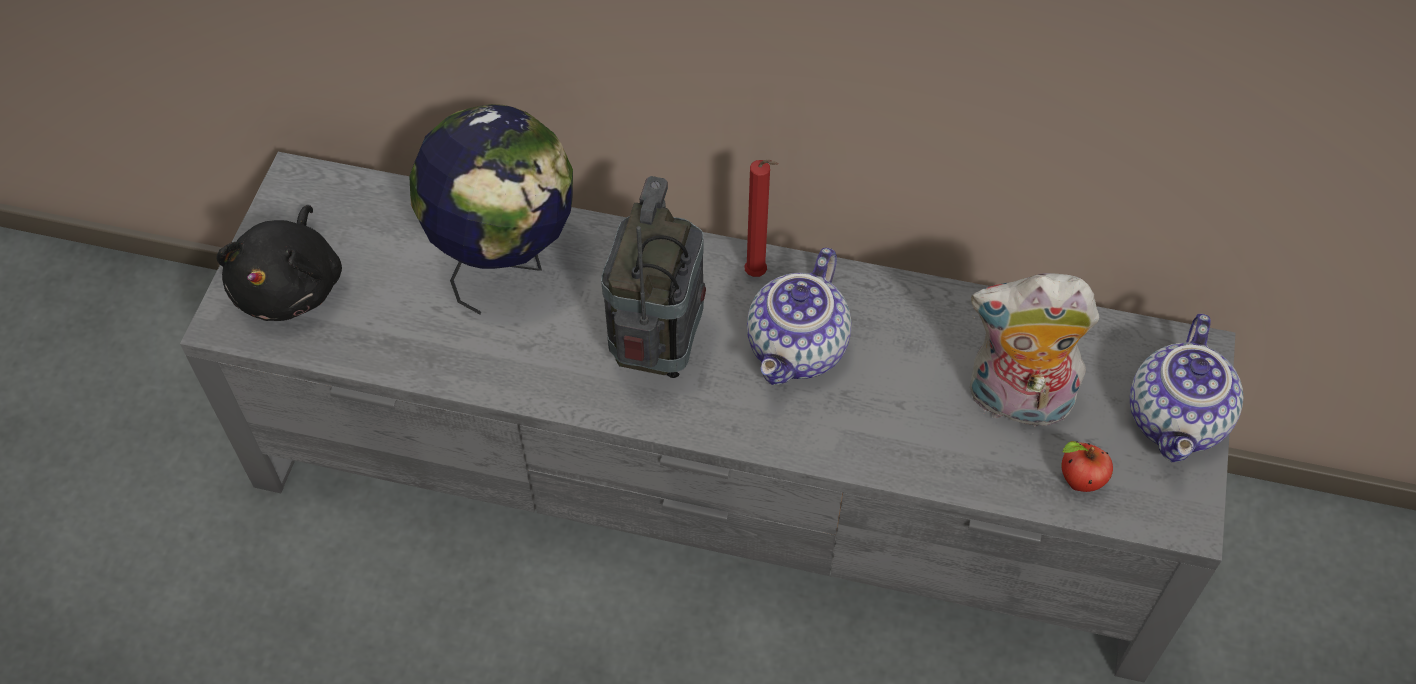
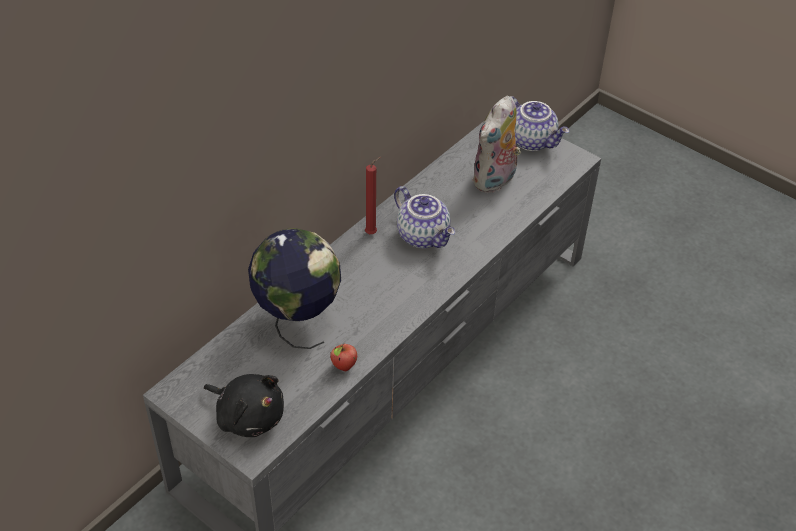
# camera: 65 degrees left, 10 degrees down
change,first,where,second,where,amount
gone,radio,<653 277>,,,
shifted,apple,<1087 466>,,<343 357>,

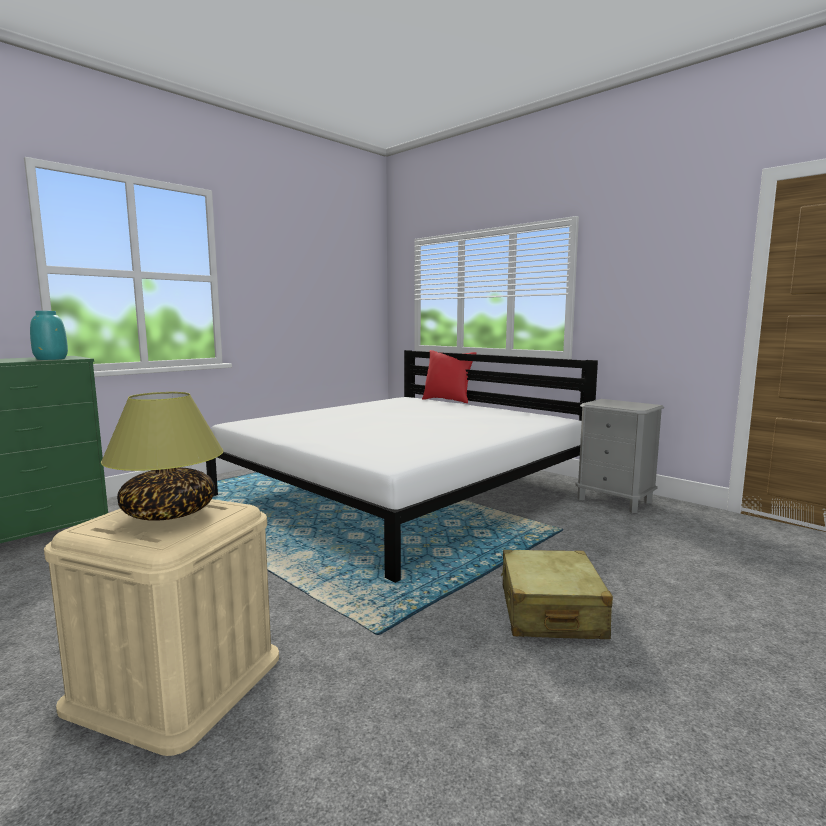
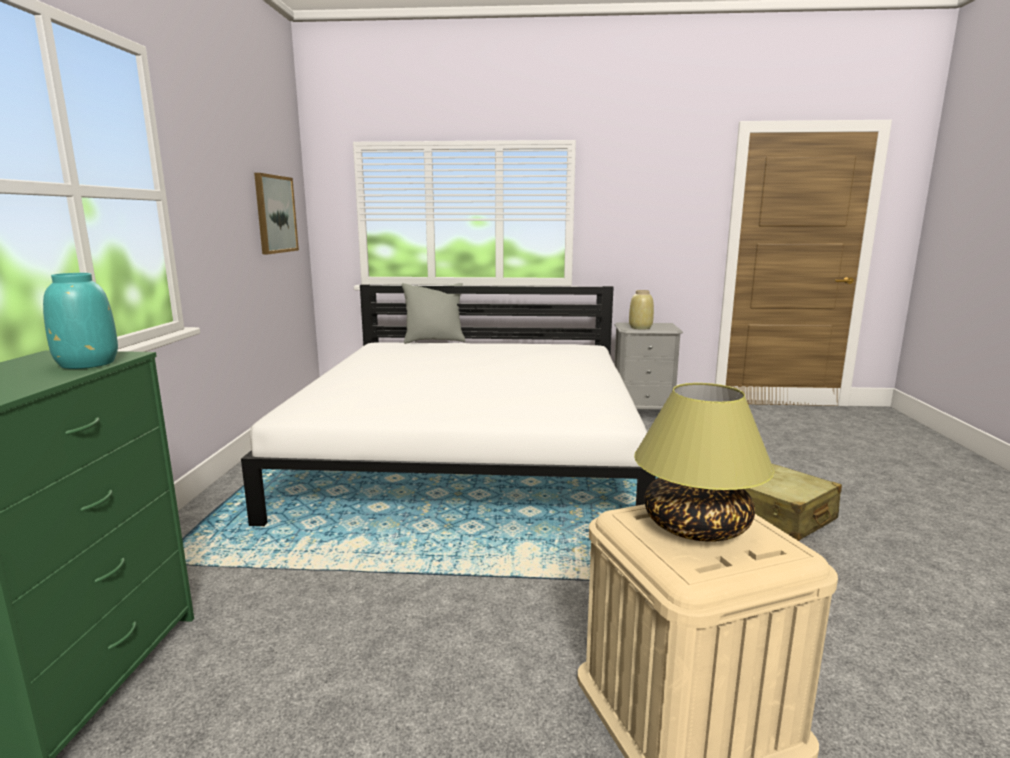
# camera: 40 degrees left, 5 degrees up
change,first,where,second,where,amount
repainted,red pillow,<449 376>,grey pillow,<433 313>,
new,,,picture,<276 213>,
new,,,beige vase,<641 310>,

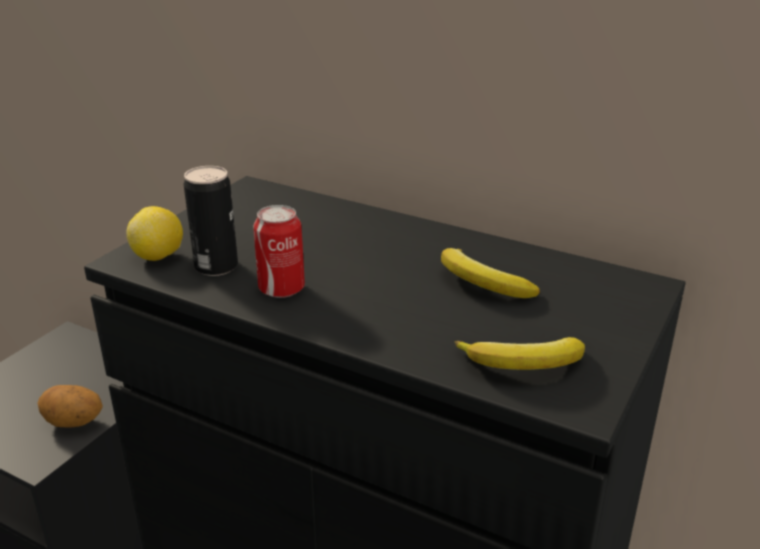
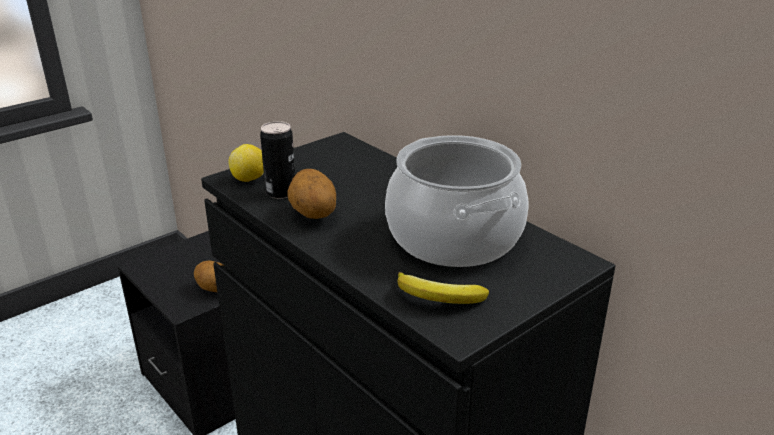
# camera: 20 degrees right, 0 degrees up
change,first,where,second,where,amount
swapped,can,<279 251>,potato,<312 194>,
swapped,banana,<490 273>,cooking pot,<456 201>,

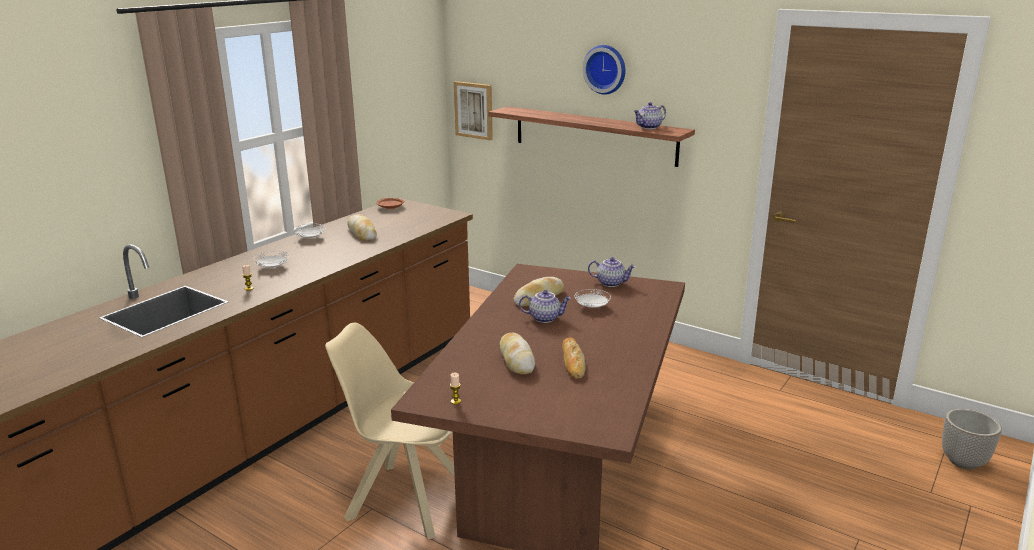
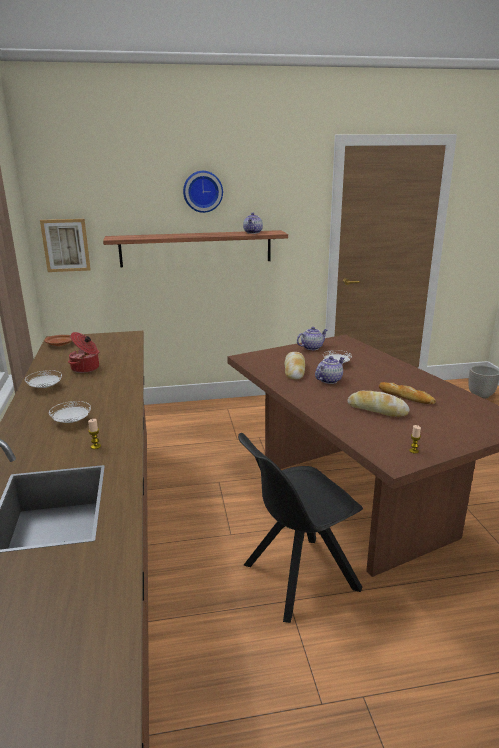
# camera: 45 degrees left, 0 degrees up
change,first,where,second,where,amount
repainted,beige chair,<390 431>,black chair,<300 528>,
swapped,bread,<362 227>,cooking pot,<83 352>,

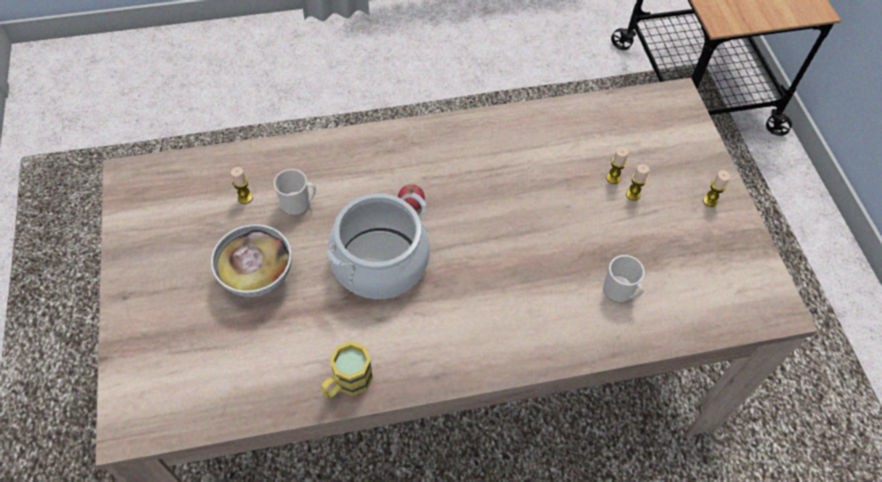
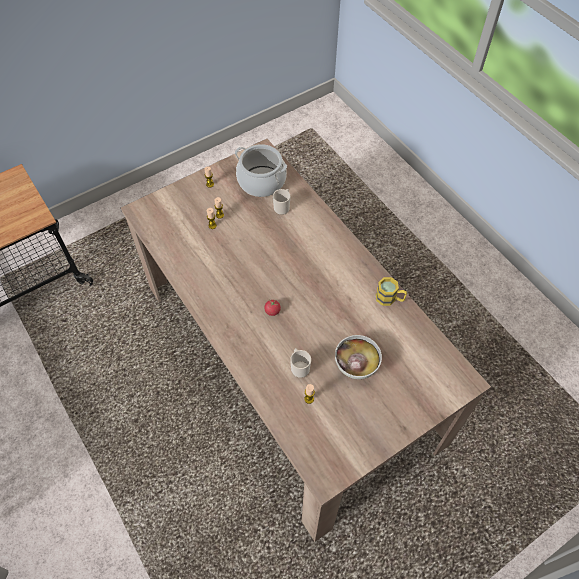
# camera: 110 degrees left, 0 degrees up
change,first,where,second,where,amount
shifted,cooking pot,<378 246>,,<261 170>,

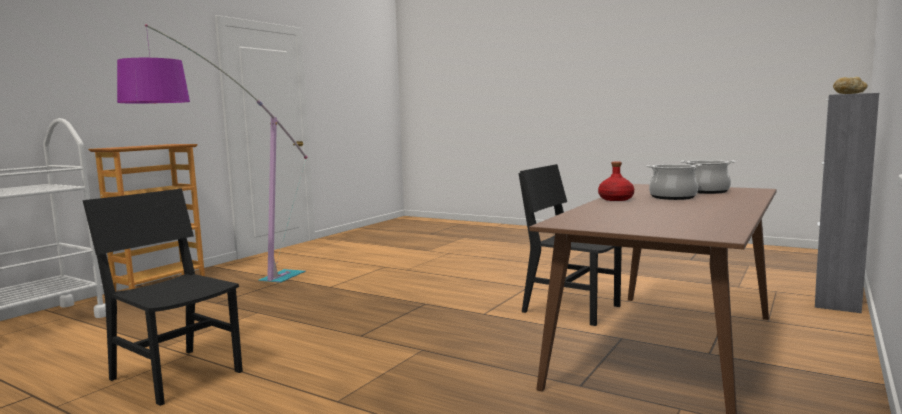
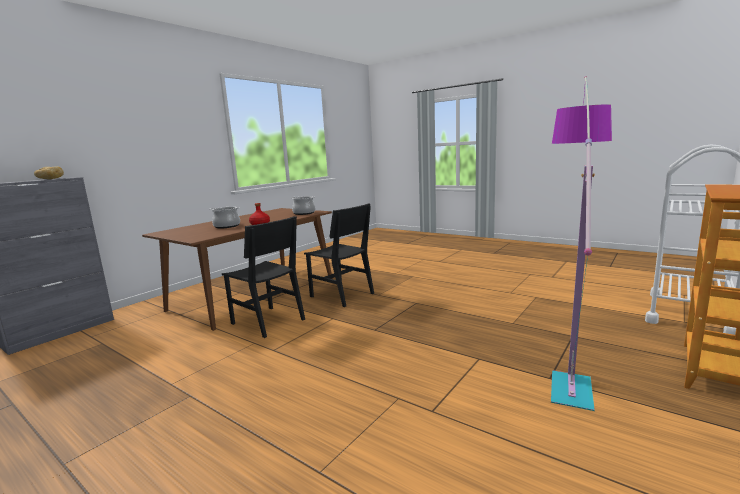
# camera: 175 degrees left, 5 degrees up
change,first,where,second,where,amount
shifted,black chair,<163 297>,,<339 255>,
shifted,cooking pot,<708 177>,,<303 205>,

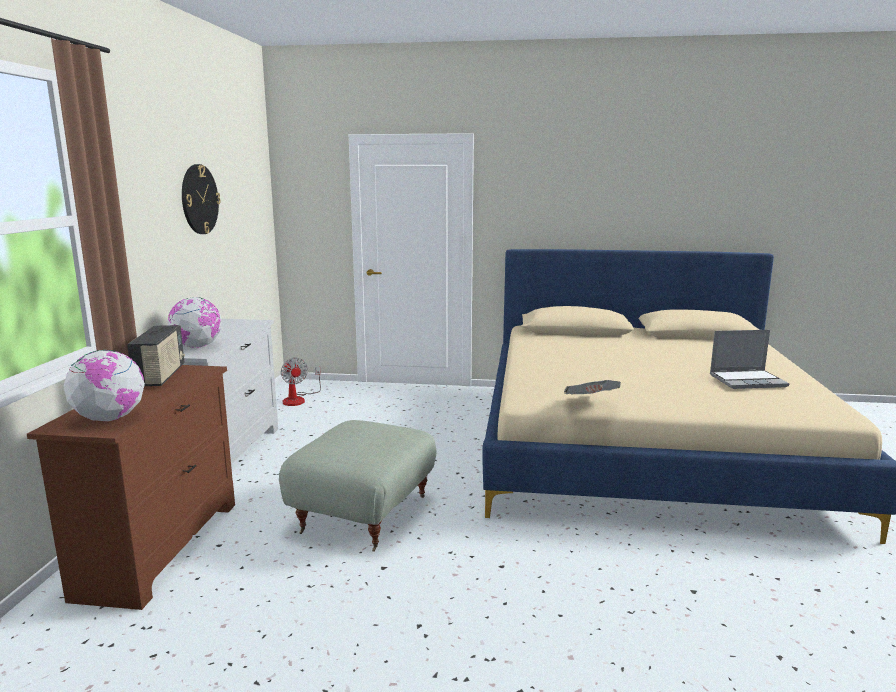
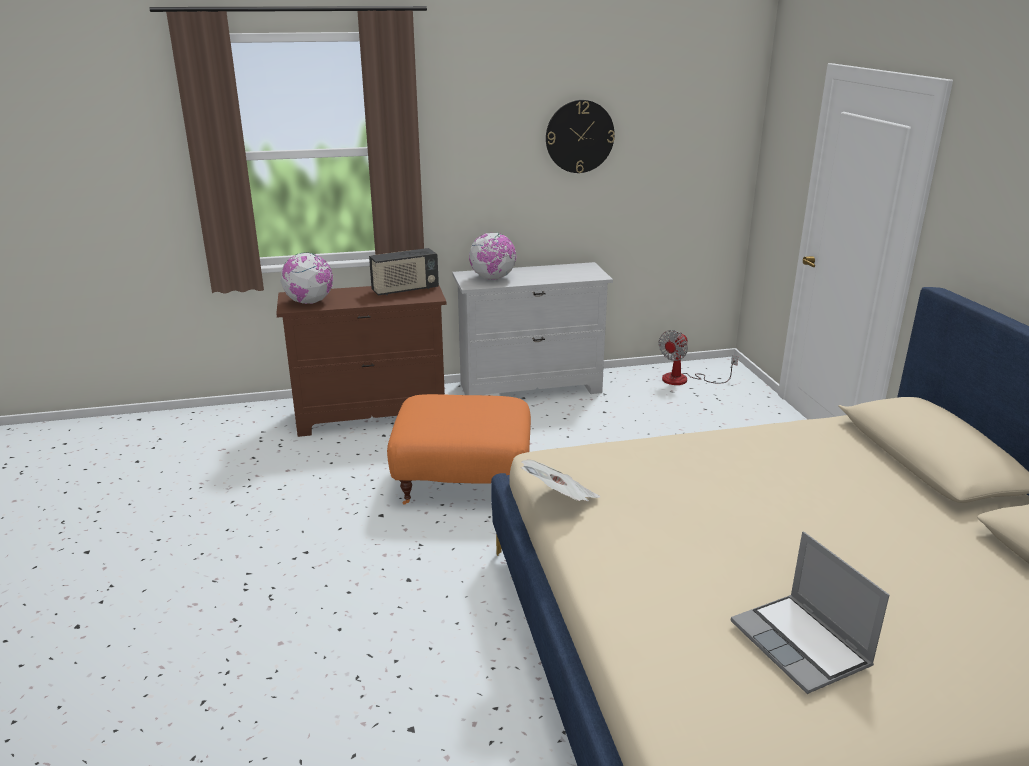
# camera: 70 degrees right, 10 degrees up
change,first,where,second,where,amount
repainted,grey ottoman,<358 486>,orange ottoman,<459 449>,

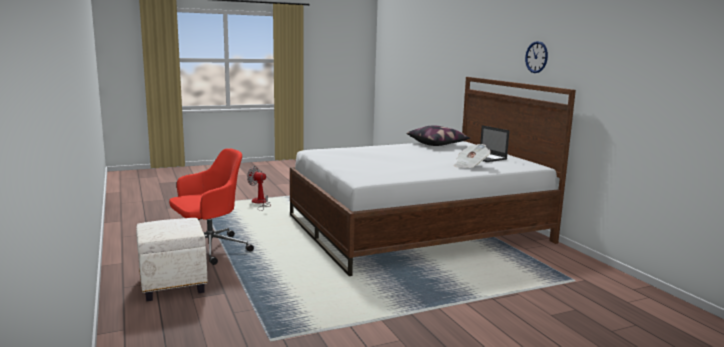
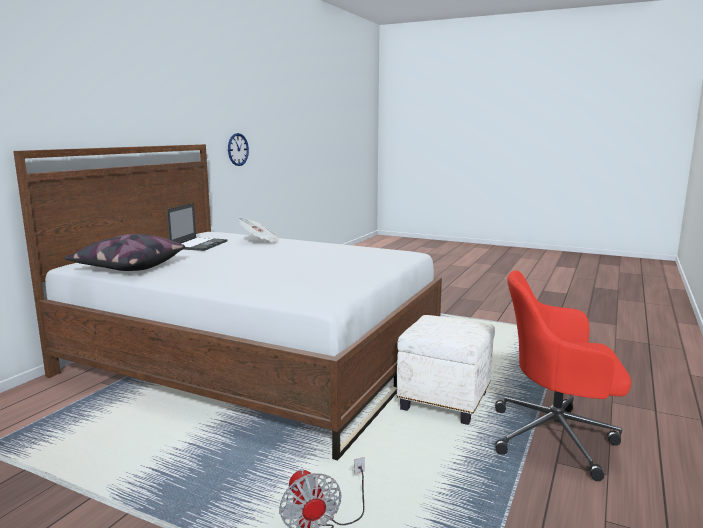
# camera: 130 degrees left, 0 degrees up
change,first,where,second,where,amount
shifted,white ottoman,<172 260>,,<445 370>,
shifted,wall clock,<536 57>,,<238 149>,

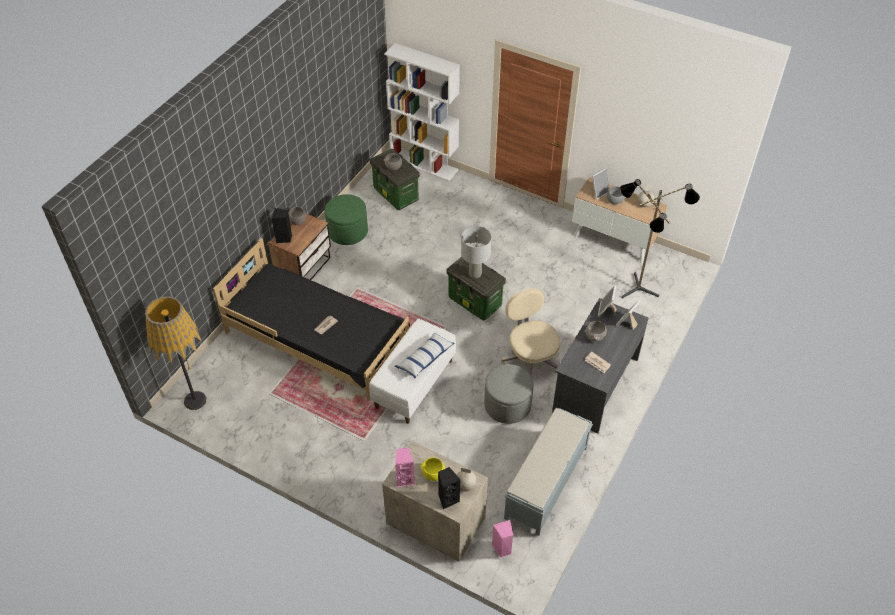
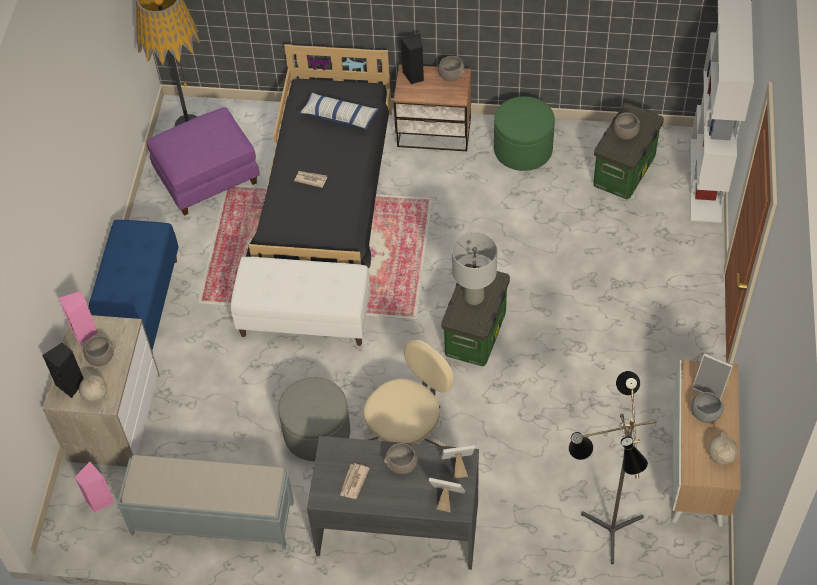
# camera: 70 degrees right, 5 degrees up
change,first,where,second,where,amount
shifted,pillow,<425 355>,,<339 111>,
repainted,yellow bowl,<432 469>,grey bowl,<99 351>,
new,,,blue bench,<133 286>,
new,,,purple ottoman,<203 161>,

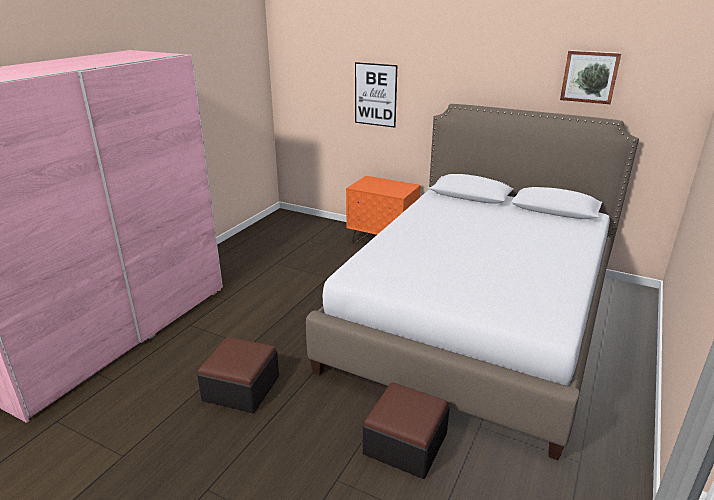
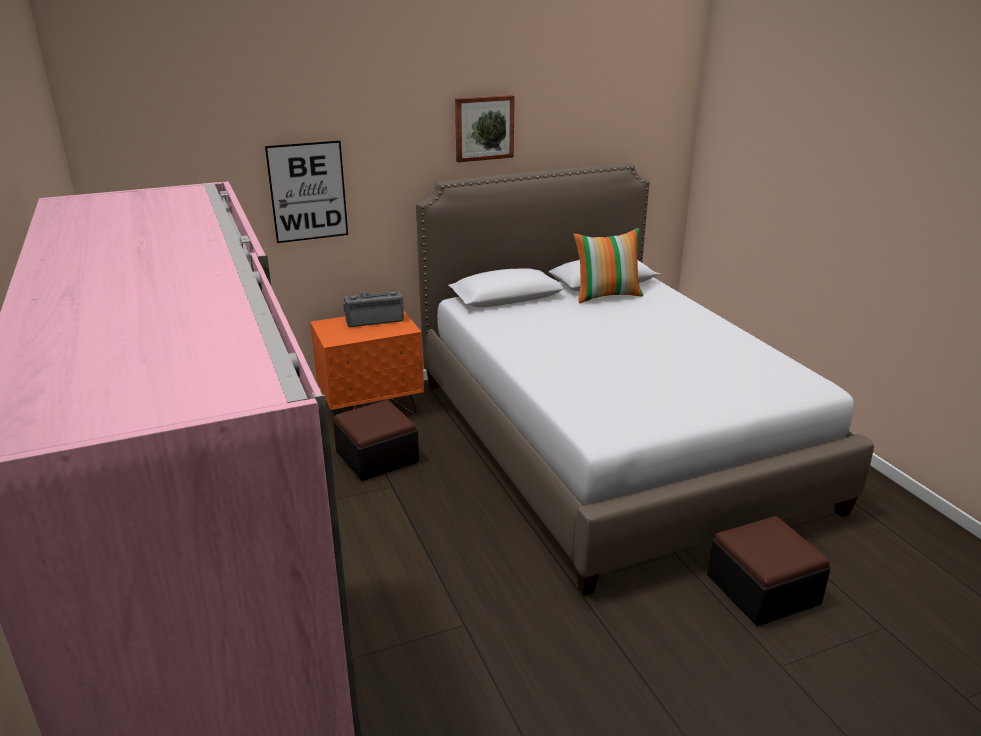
# camera: 50 degrees left, 0 degrees up
change,first,where,second,where,amount
shifted,ottoman,<238 375>,,<376 440>,
shifted,picture,<590 77>,,<485 128>,
new,,,radio,<373 309>,
new,,,pillow,<608 265>,

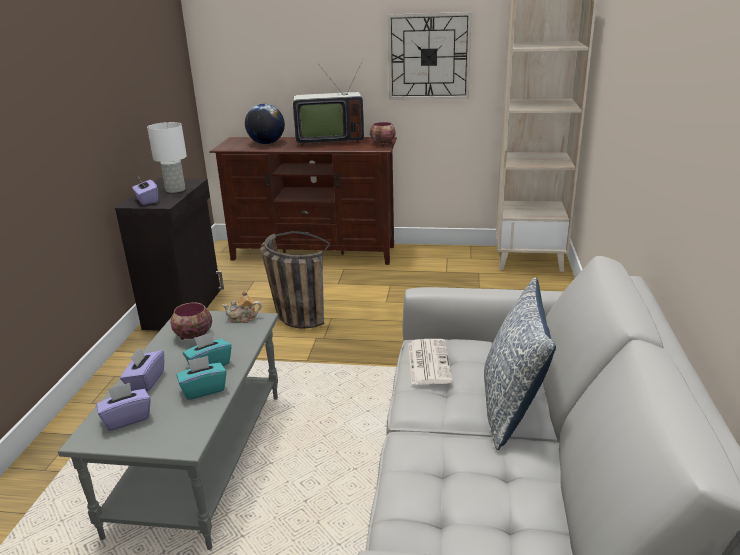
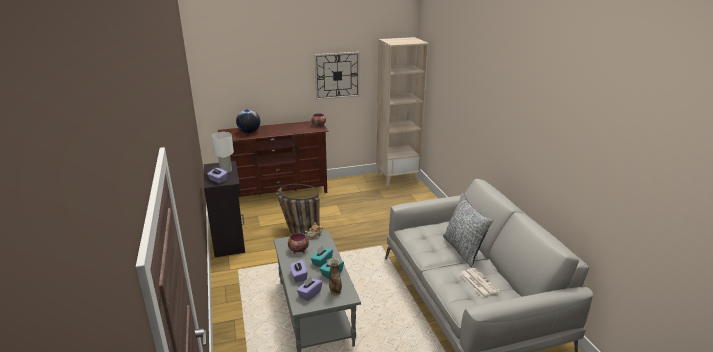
# camera: 25 degrees left, 0 degrees up
change,first,where,second,where,amount
gone,television,<328 102>,,,
shifted,newspaper,<430 362>,,<480 282>,
new,,,vase,<335 277>,

